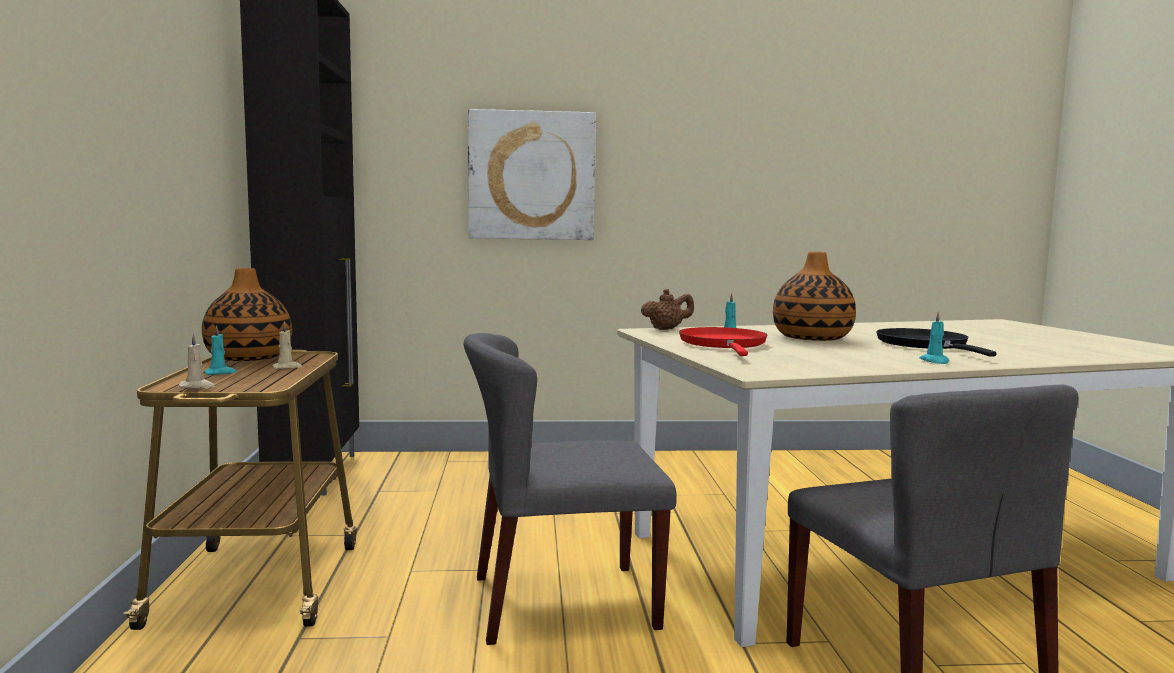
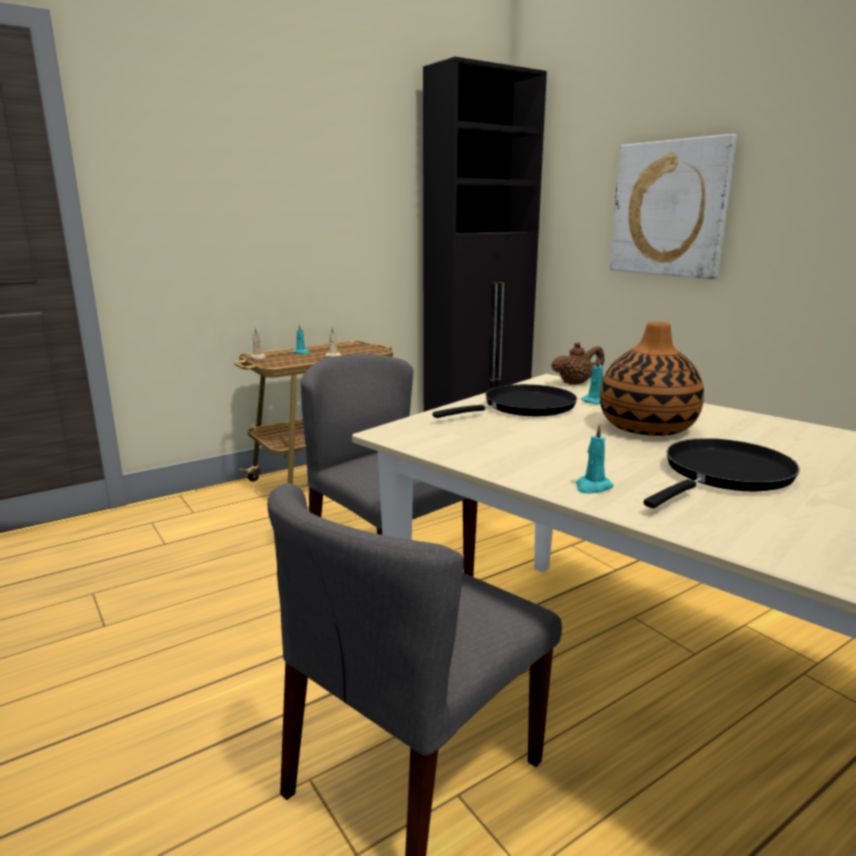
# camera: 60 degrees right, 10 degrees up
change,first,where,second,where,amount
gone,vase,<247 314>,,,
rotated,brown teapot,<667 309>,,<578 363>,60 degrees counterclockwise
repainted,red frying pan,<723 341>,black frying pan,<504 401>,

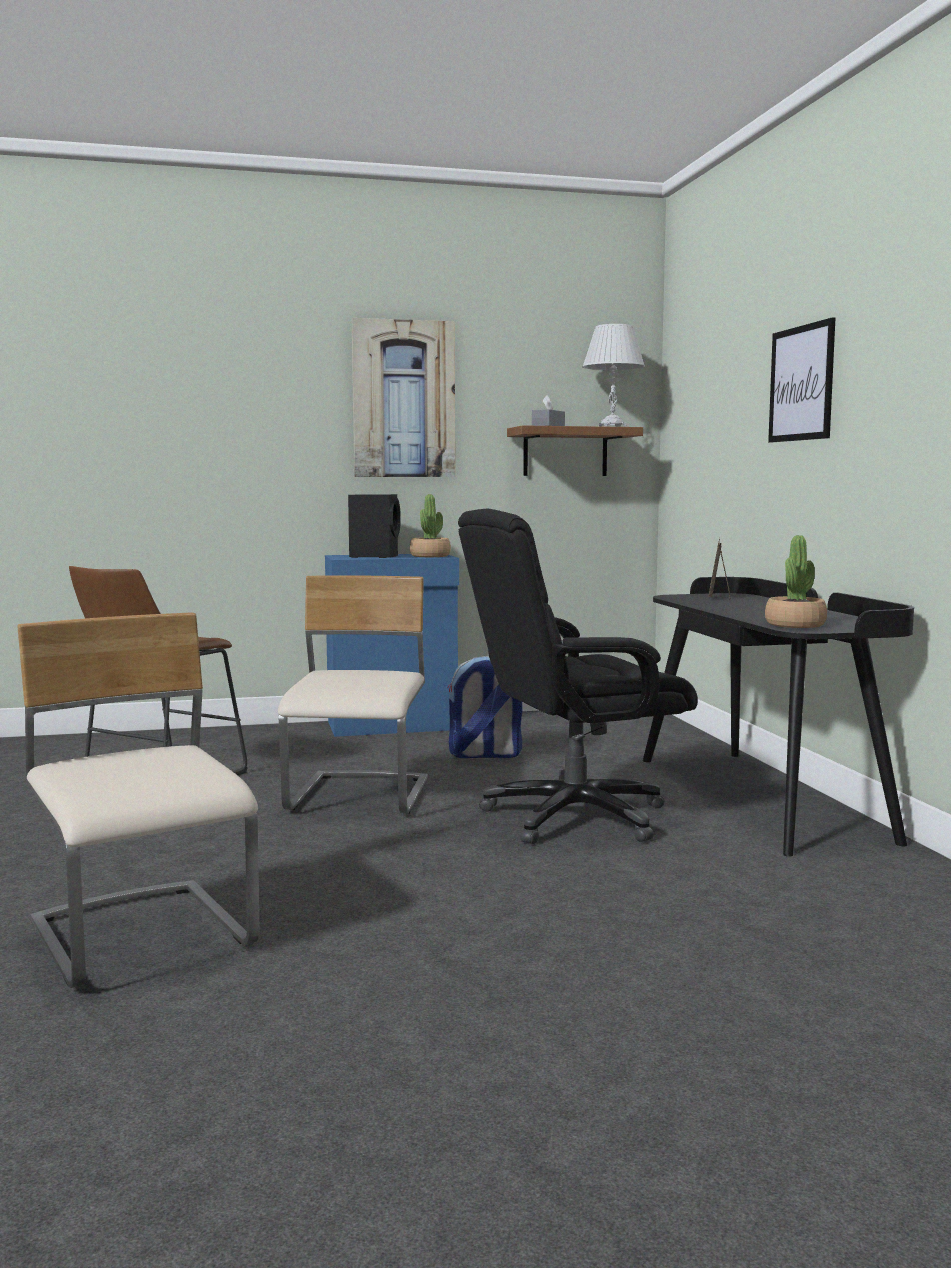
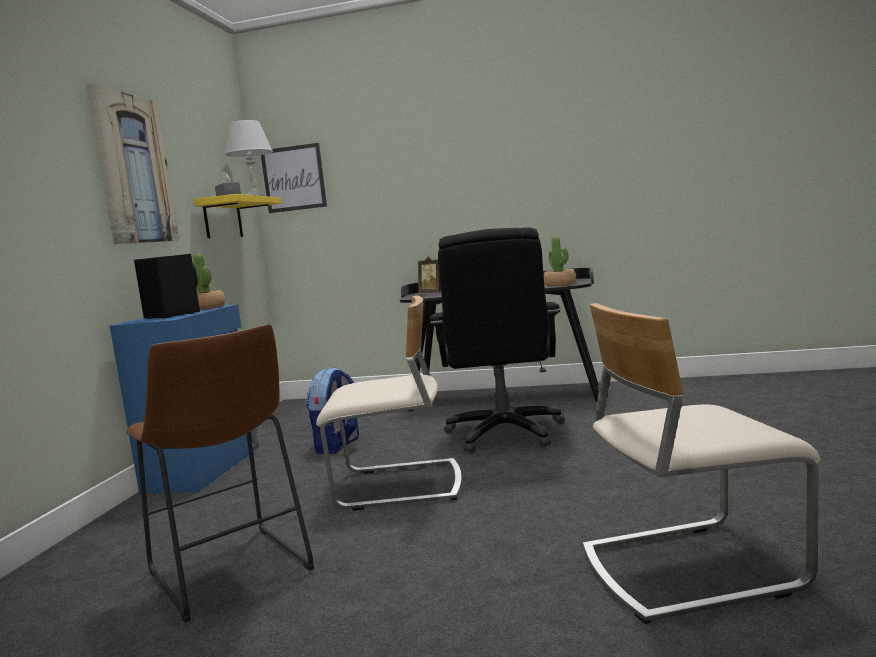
# camera: 65 degrees left, 0 degrees up
change,first,where,second,where,amount
rotated,beige chair,<353 695>,,<389 403>,150 degrees clockwise
repainted,brown shelf,<575 450>,yellow shelf,<237 216>,
shifted,picture,<801 380>,,<294 178>,

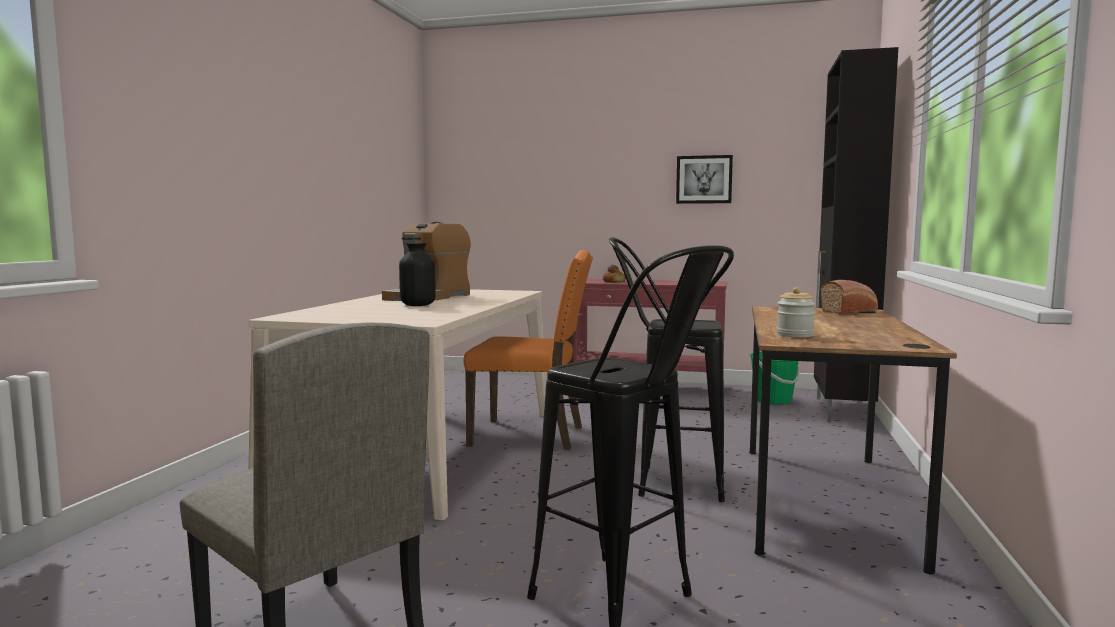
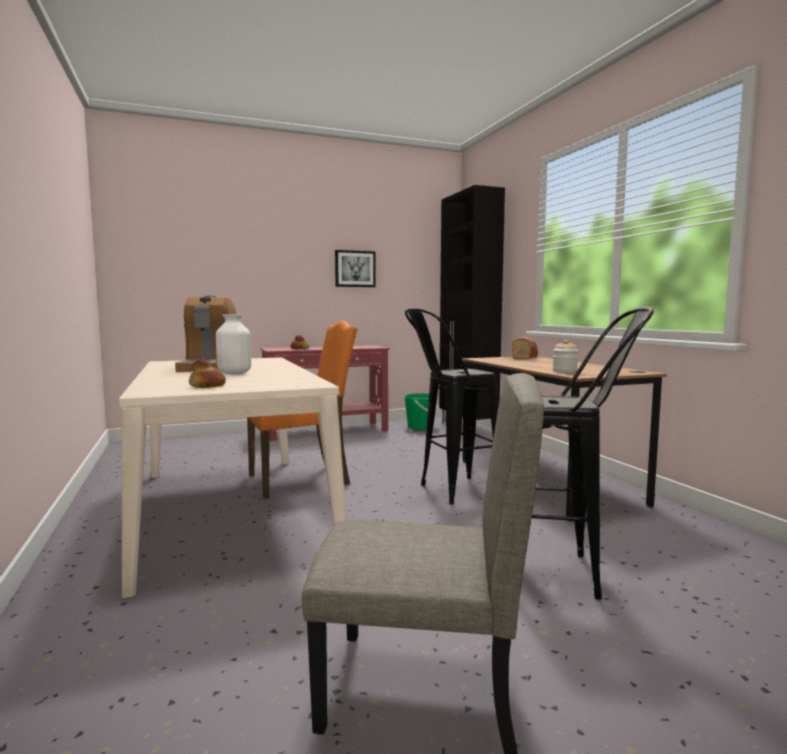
# camera: 35 degrees left, 0 degrees up
change,first,where,second,where,amount
repainted,black vase,<417 274>,white vase,<233 344>,
new,,,bread,<207 373>,

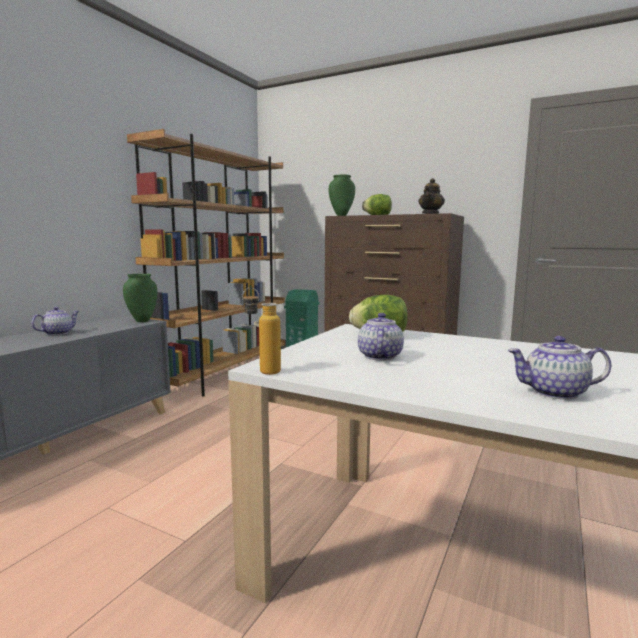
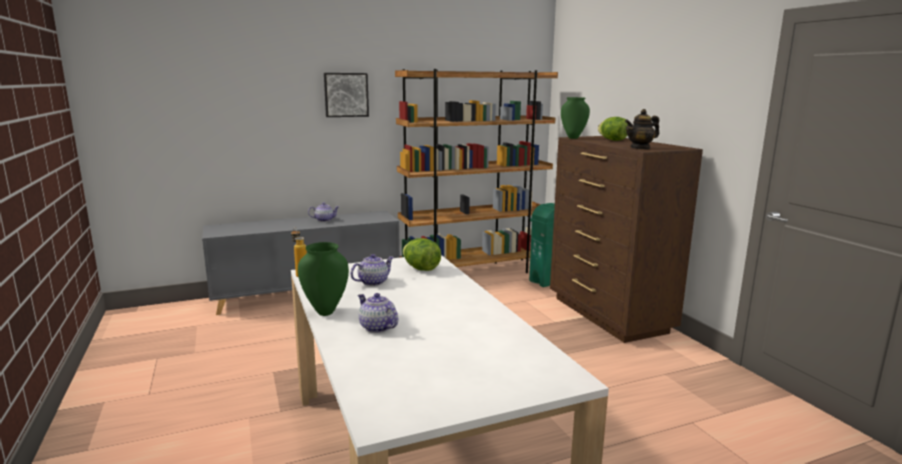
# camera: 40 degrees right, 5 degrees up
change,first,where,second,where,amount
shifted,green vase,<140 298>,,<323 279>,
new,,,picture,<346 95>,

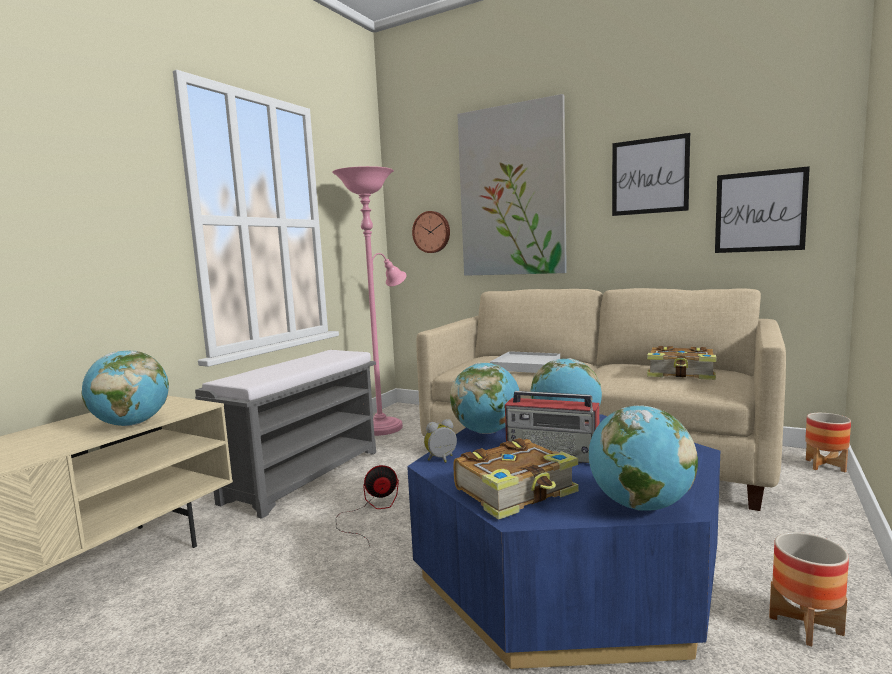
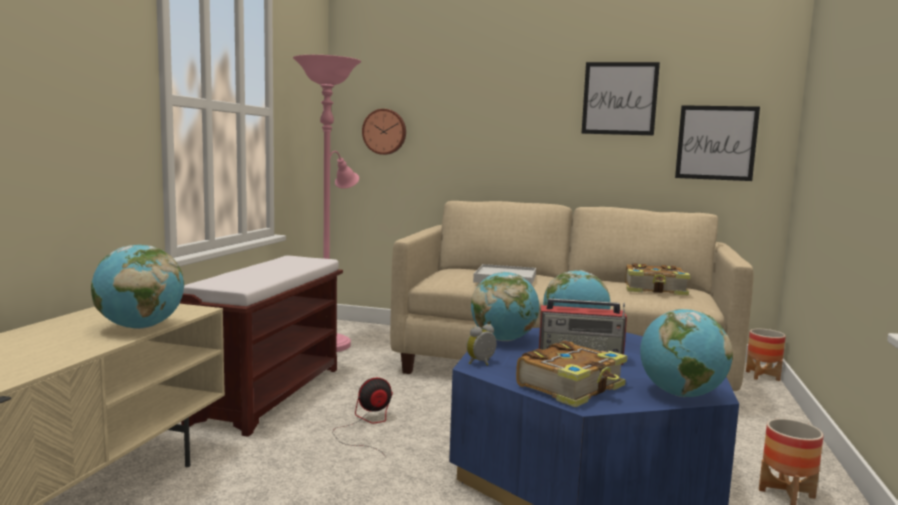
# camera: 15 degrees left, 0 degrees up
change,first,where,second,where,amount
repainted,grey bench,<285 434>,brown bench,<261 346>,
gone,picture,<512 185>,,,

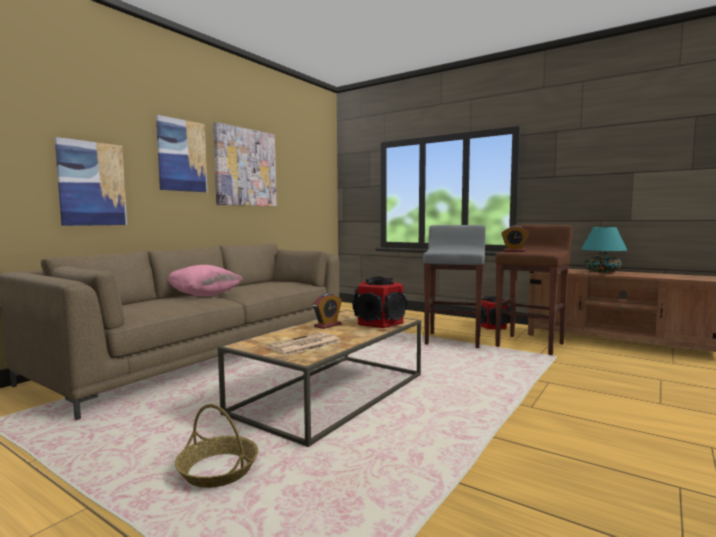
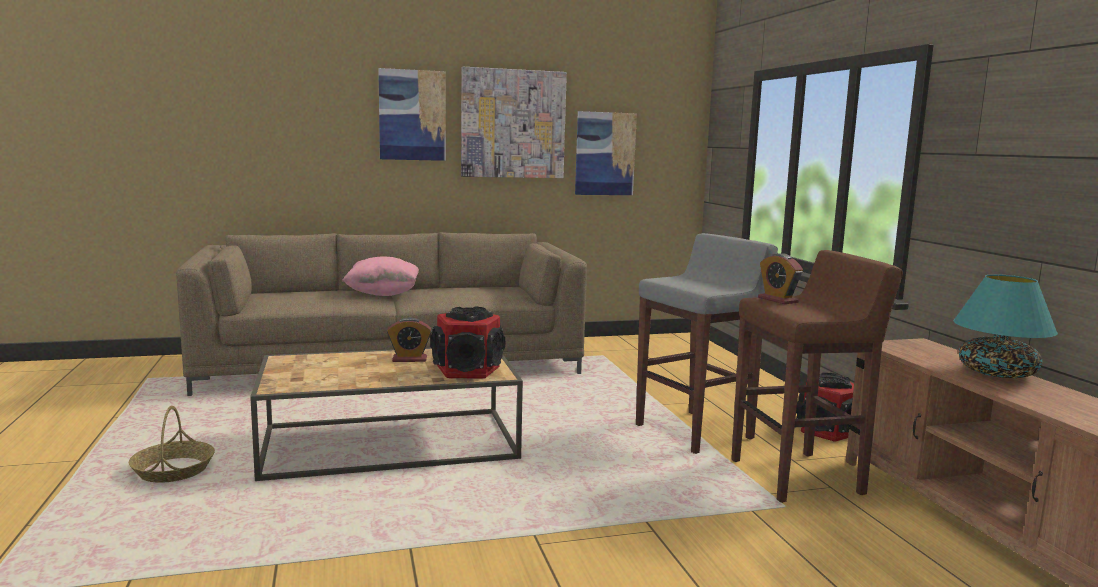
# camera: 40 degrees right, 5 degrees up
change,first,where,second,where,amount
shifted,picture,<91 181>,,<606 153>,
gone,newspaper,<304 344>,,,

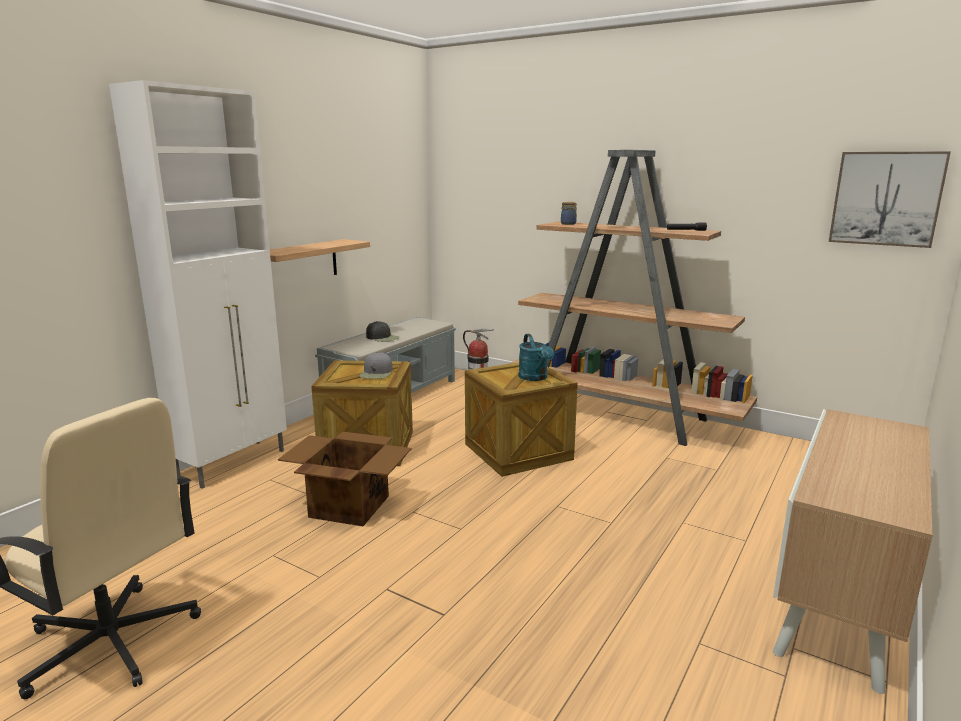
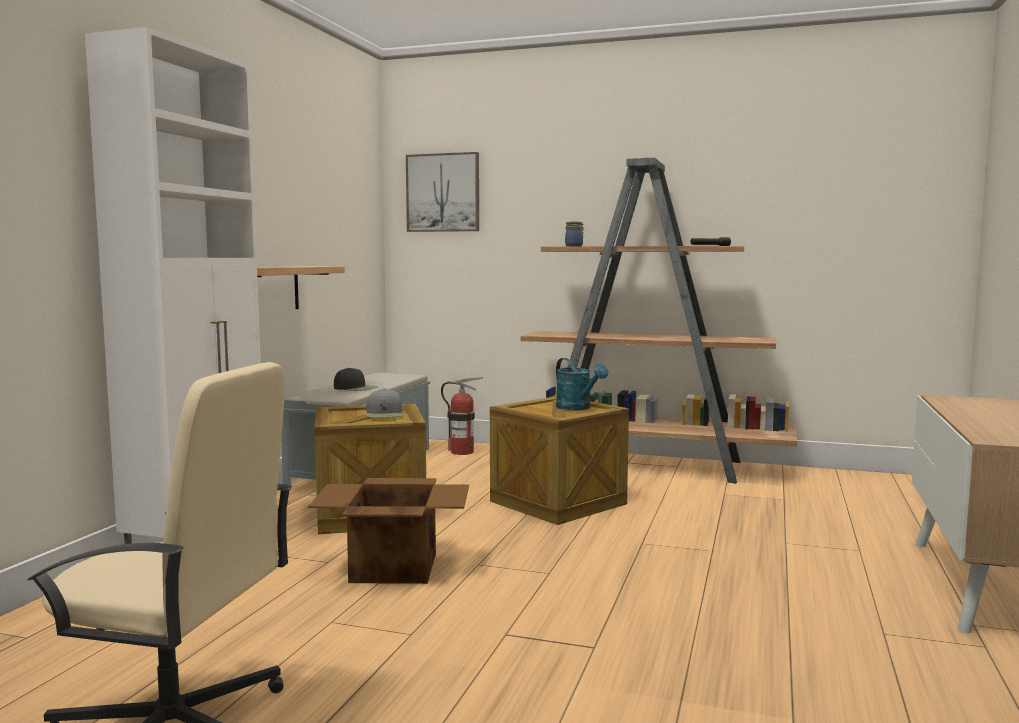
# camera: 15 degrees left, 10 degrees down
change,first,where,second,where,amount
shifted,picture,<890 200>,,<442 192>,

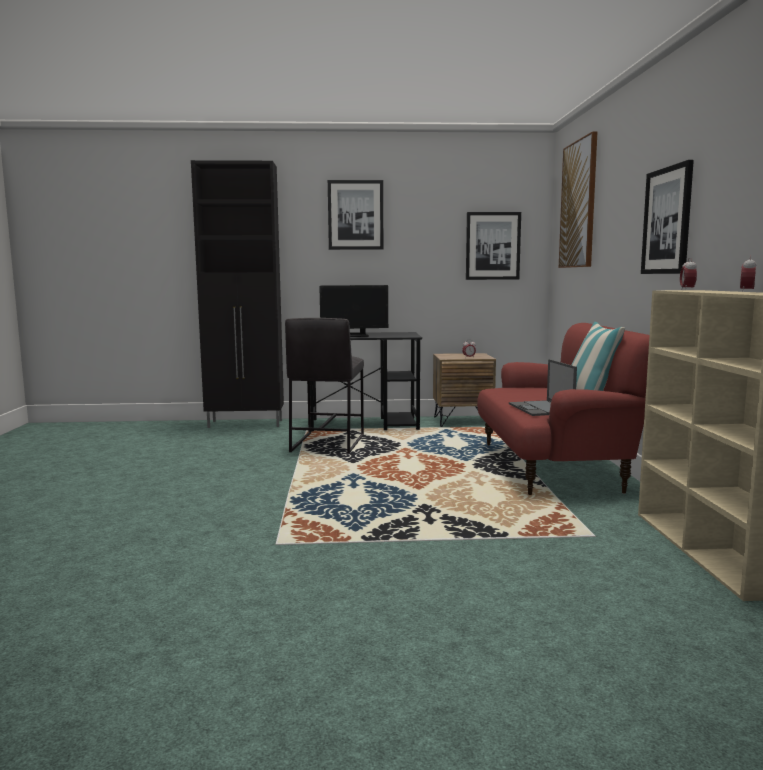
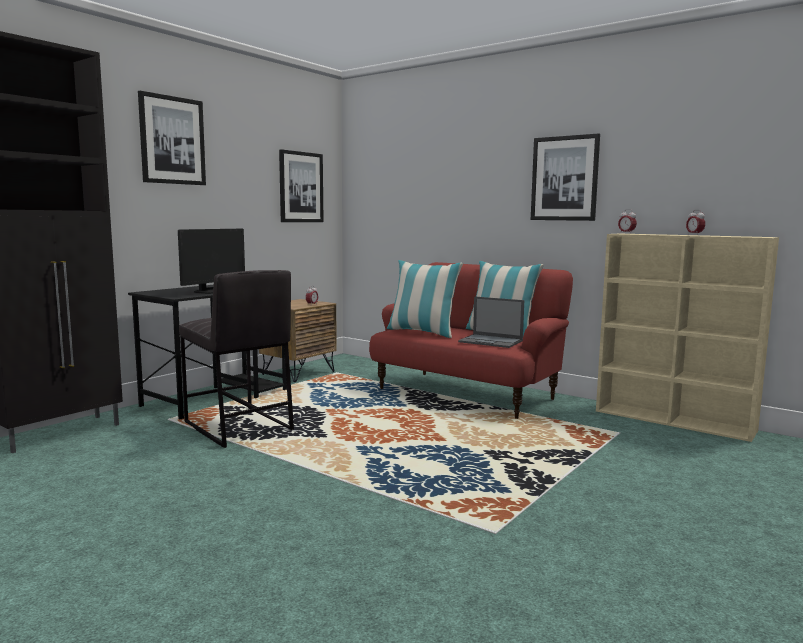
# camera: 50 degrees left, 0 degrees up
change,first,where,second,where,amount
gone,picture,<578 199>,,,
new,,,pillow,<425 299>,

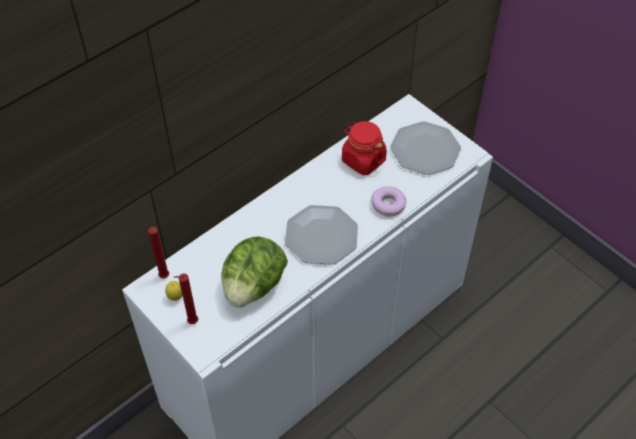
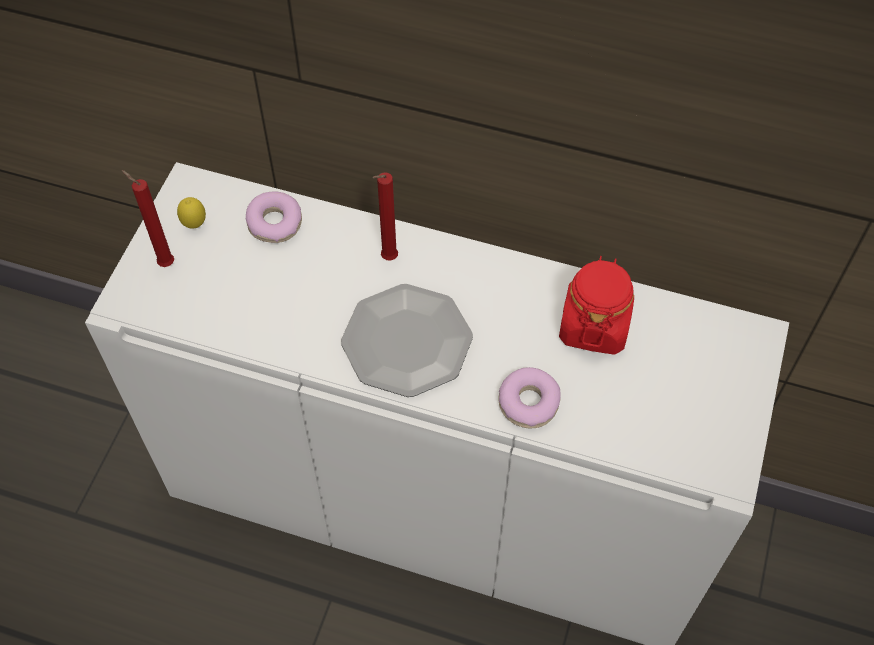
# camera: 60 degrees right, 5 degrees up
change,first,where,second,where,amount
shifted,red candle,<158 252>,,<385 216>,
gone,lettuce,<254 272>,,,
gone,plate,<425 148>,,,
new,,,donut,<274 217>,

